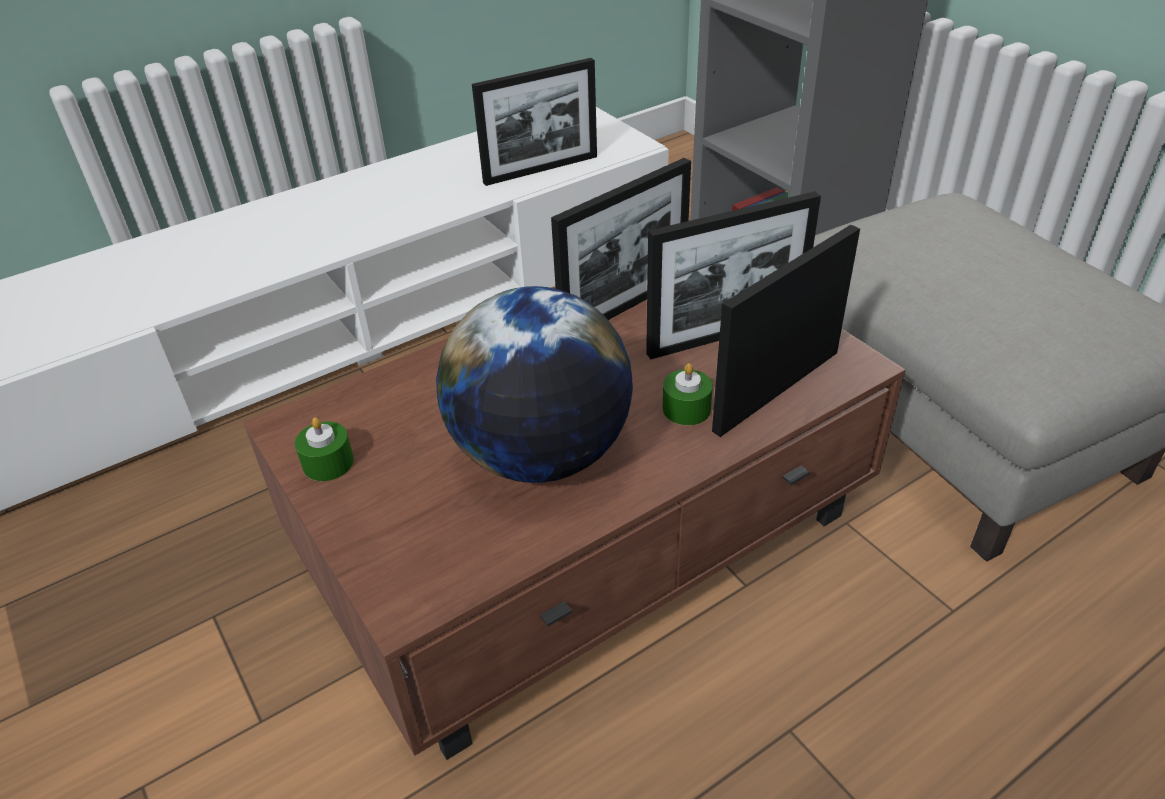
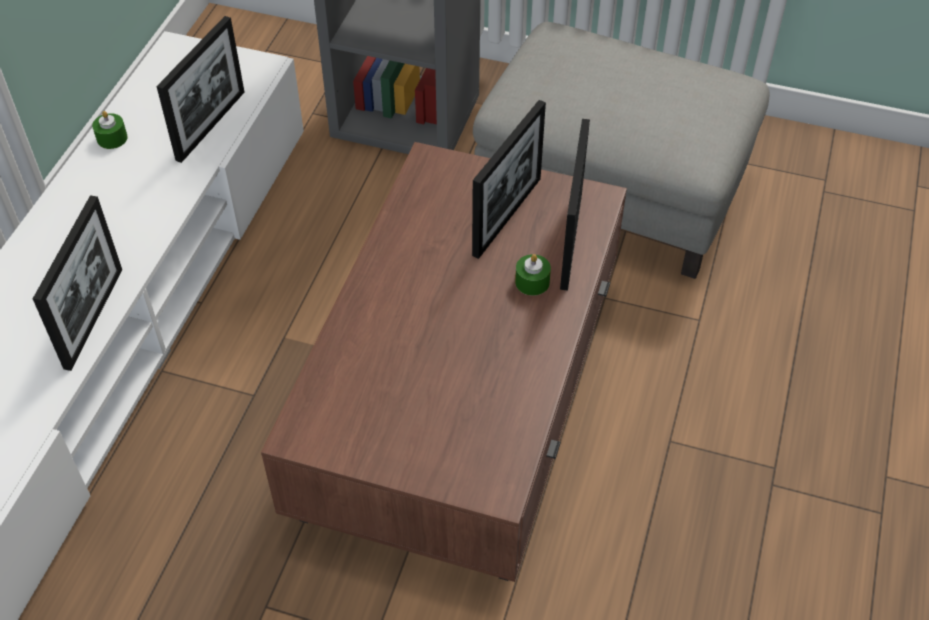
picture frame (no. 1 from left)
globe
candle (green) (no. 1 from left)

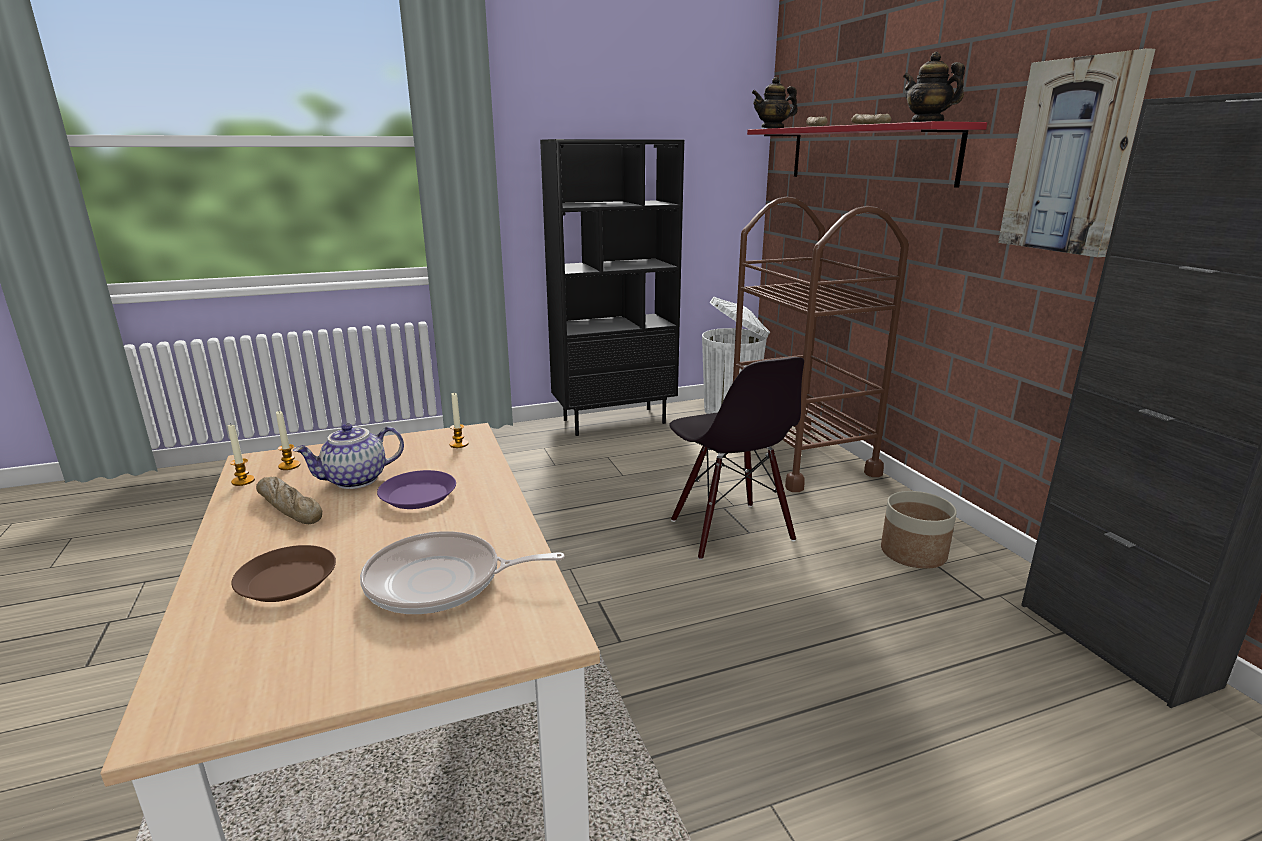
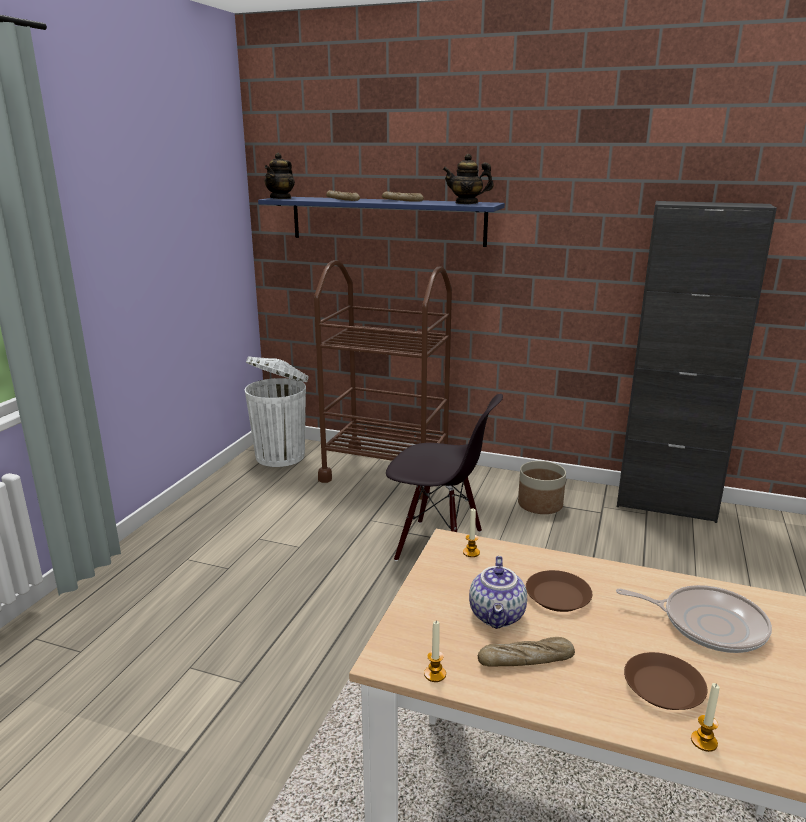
picture
shelf (blue)
bookcase (black)
candle (no. 3 from left)
plate (brown) (no. 1 from left)
frying pan

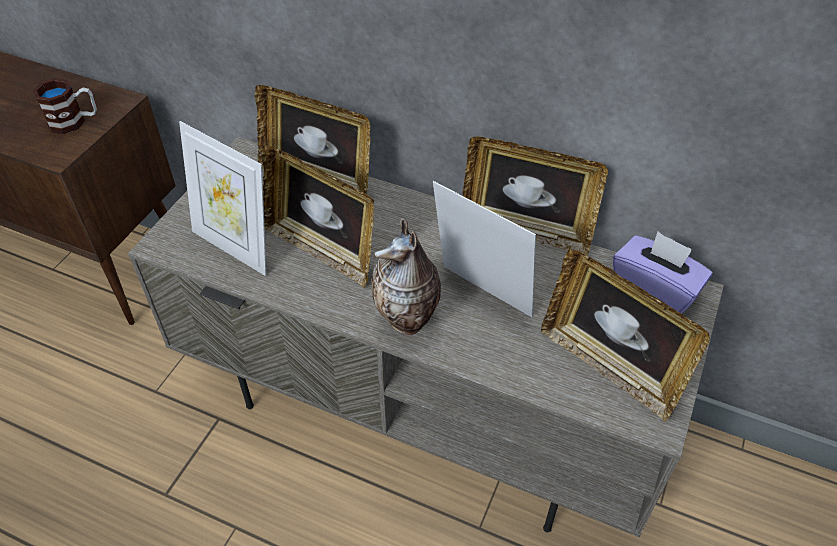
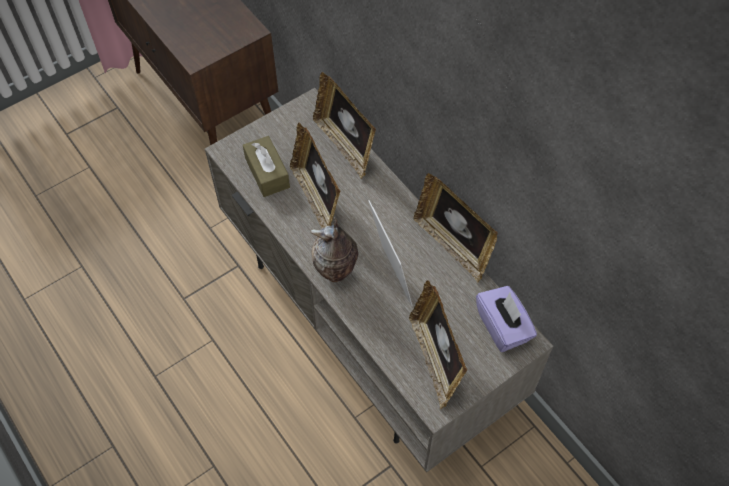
mug
tissue box (brown)

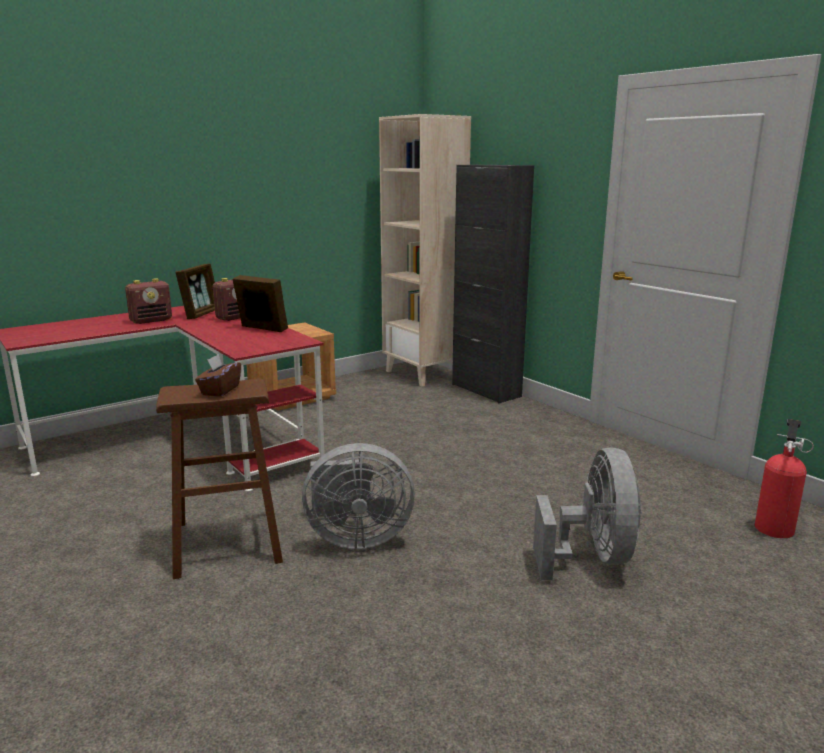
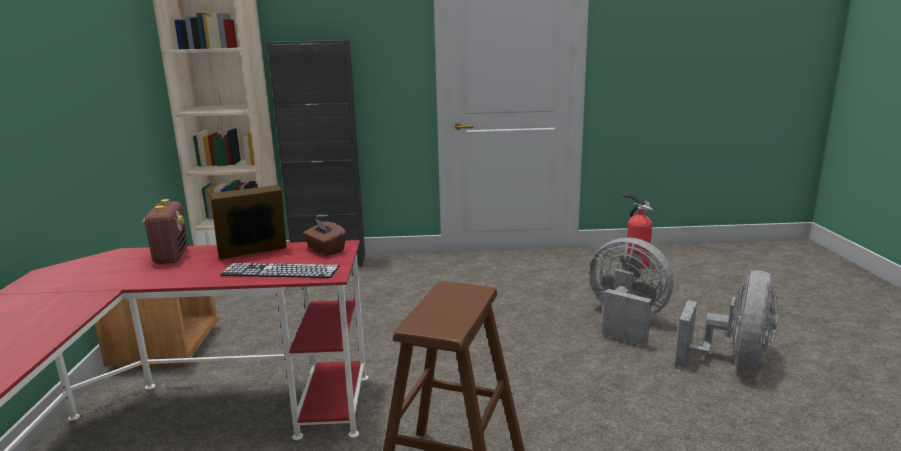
picture frame (no. 1 from left in the first image)
radio (no. 1 from left in the first image)
tissue box (brown)
fan (grey) (no. 2 from left)
keyboard

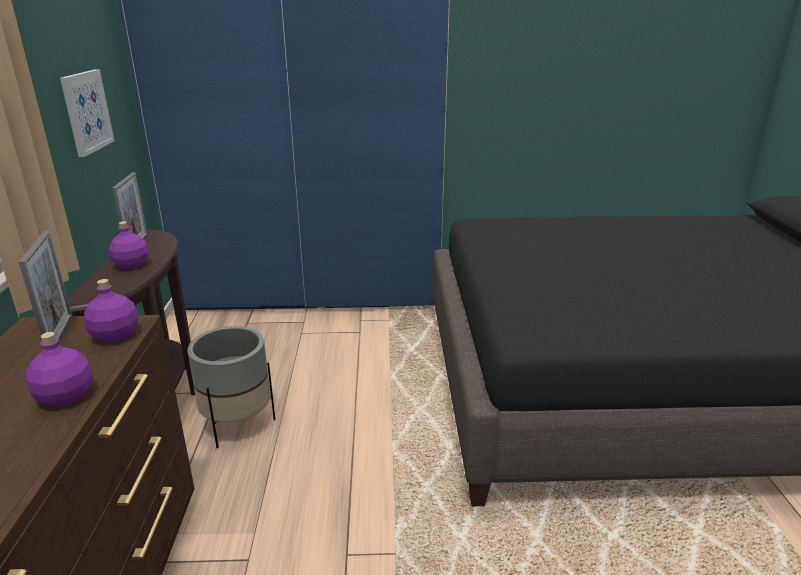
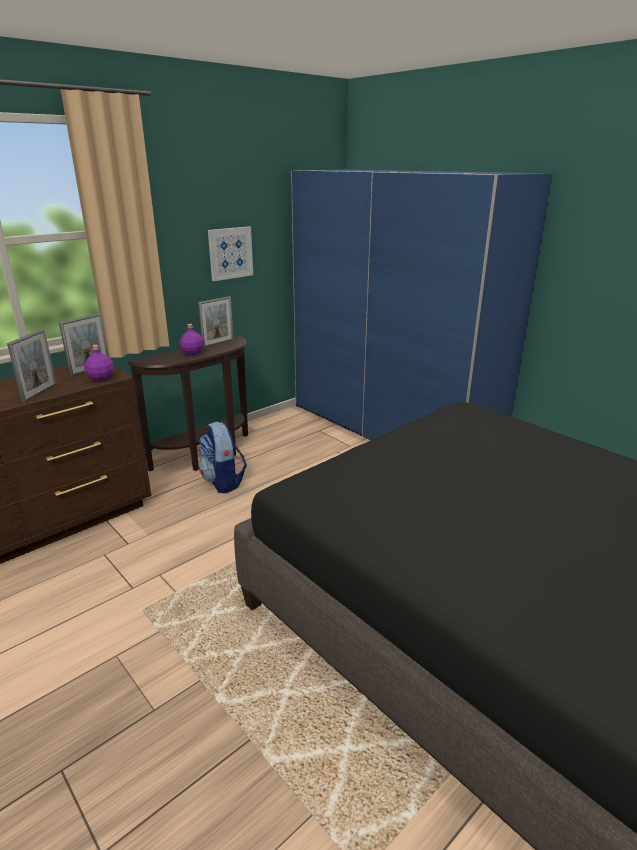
backpack
picture frame (no. 1 from left)

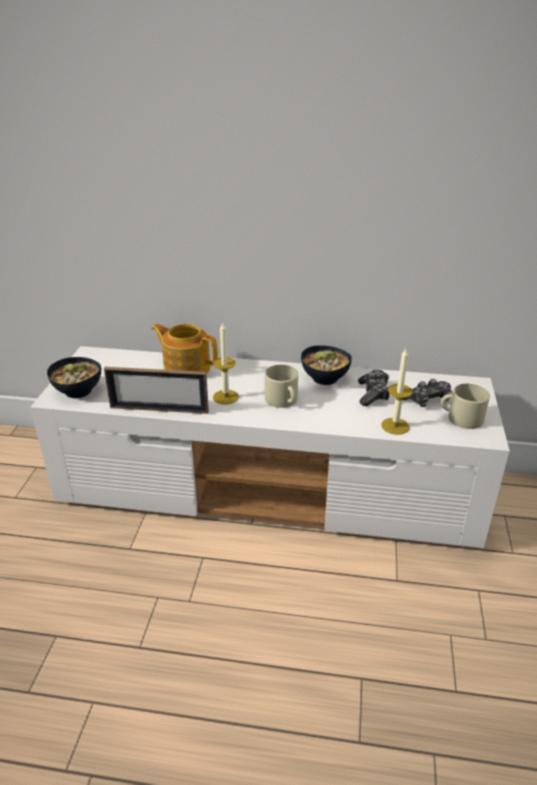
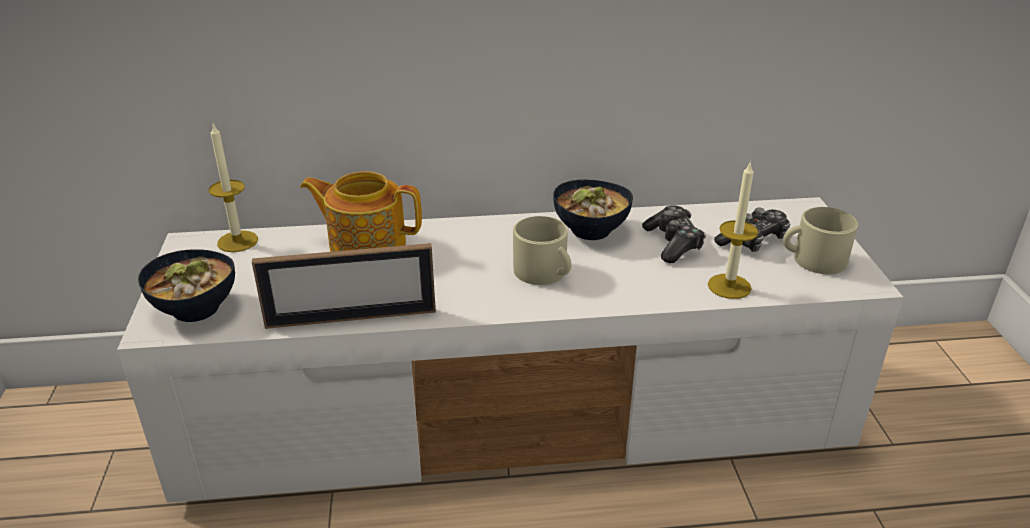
candle (no. 1 from left)

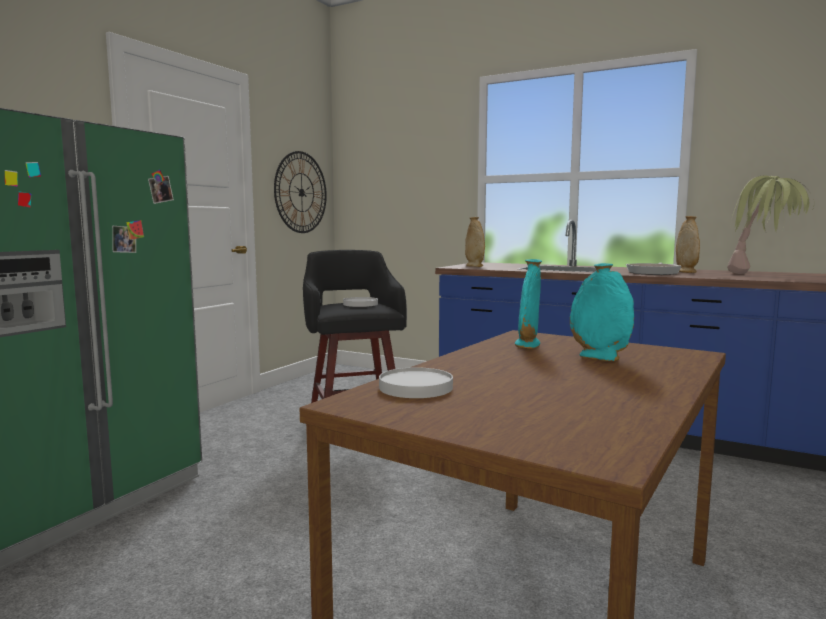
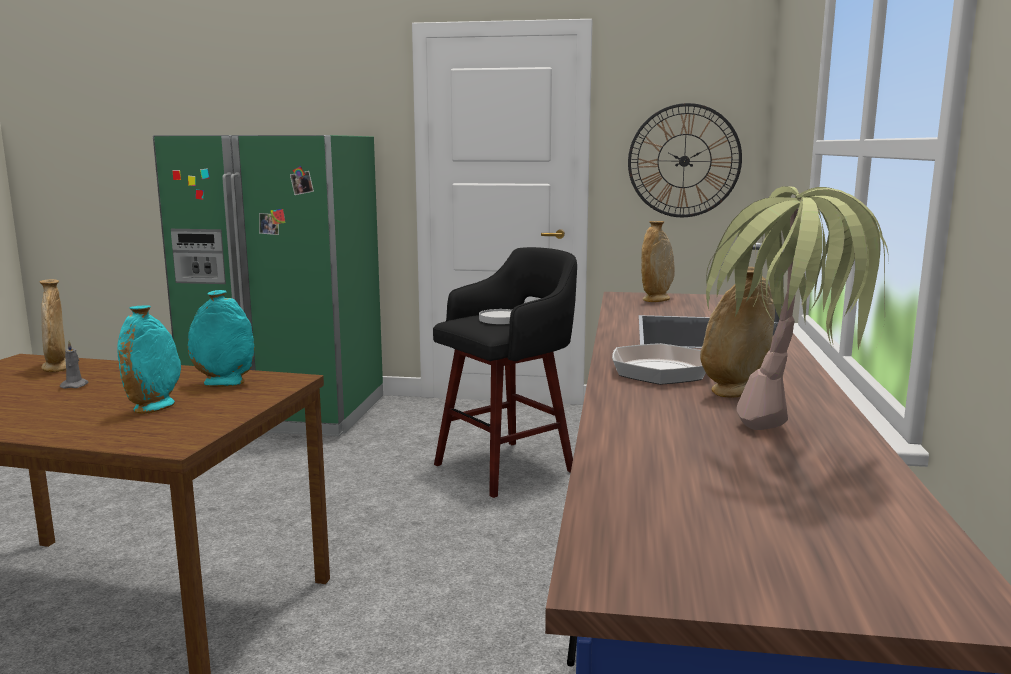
vase (beige) (no. 1 from left)
candle (grey)

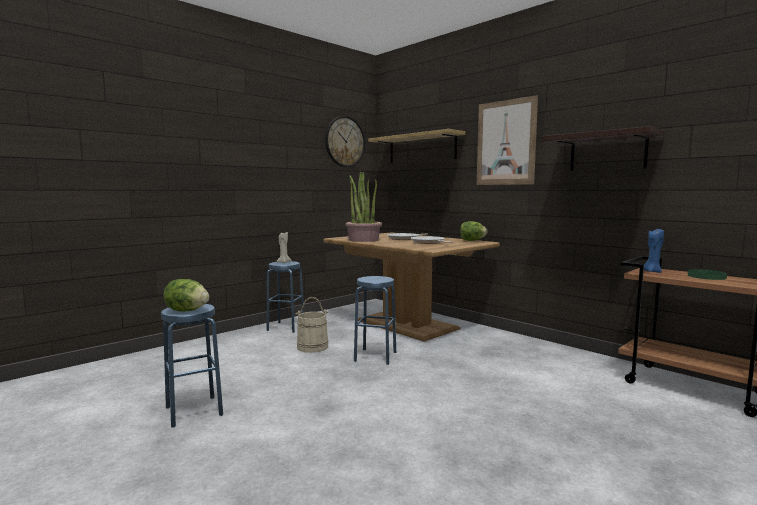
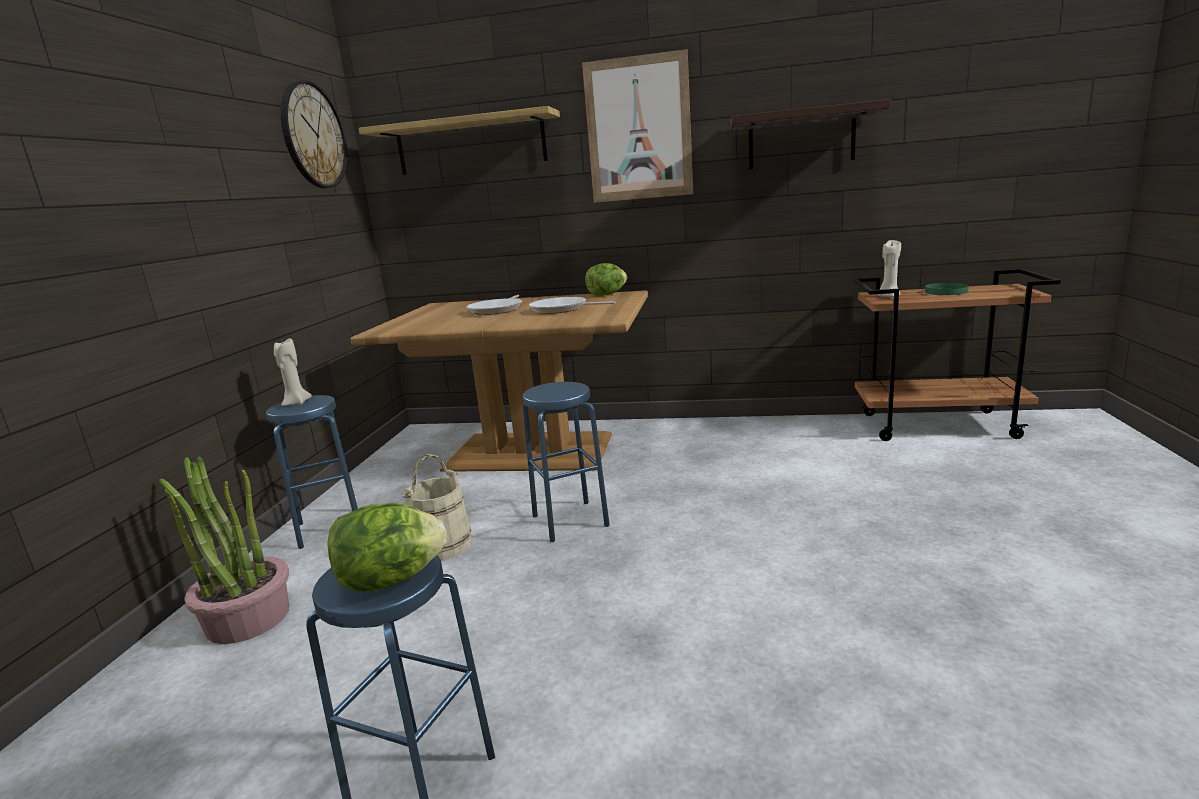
potted plant
candle (beige) (no. 2 from left)

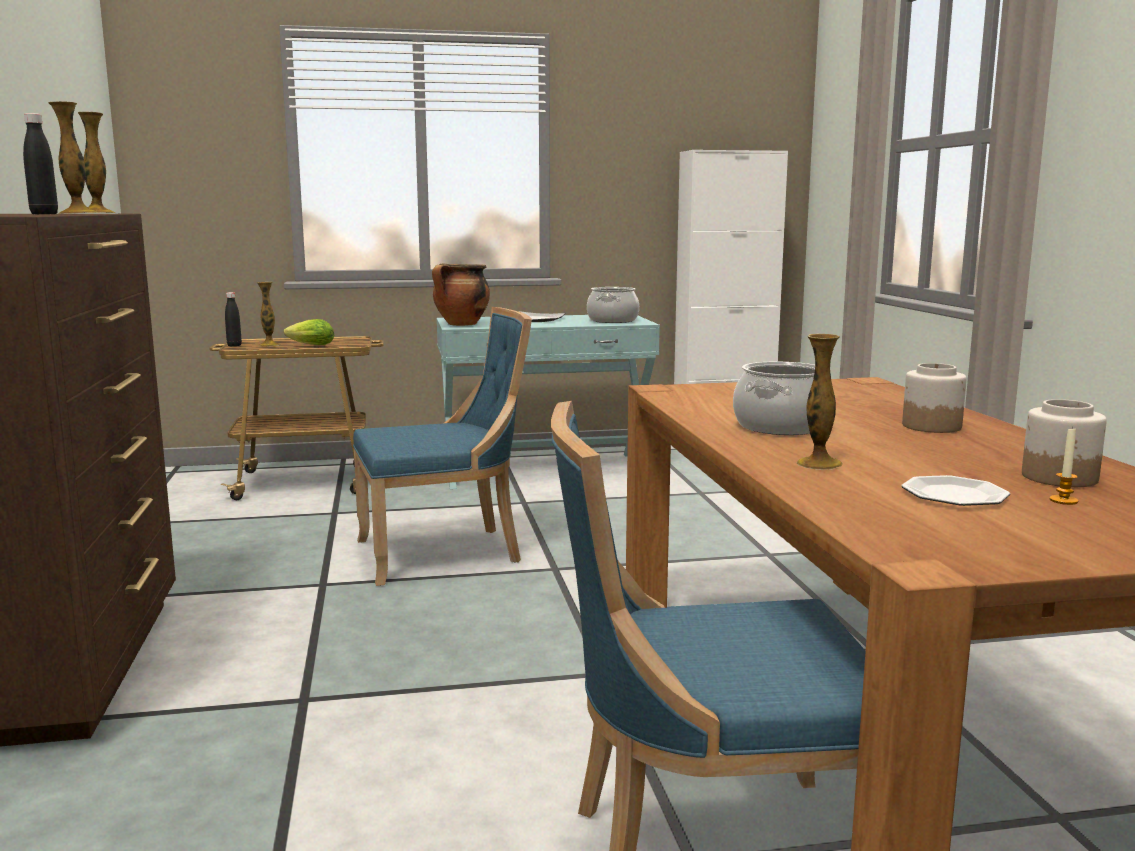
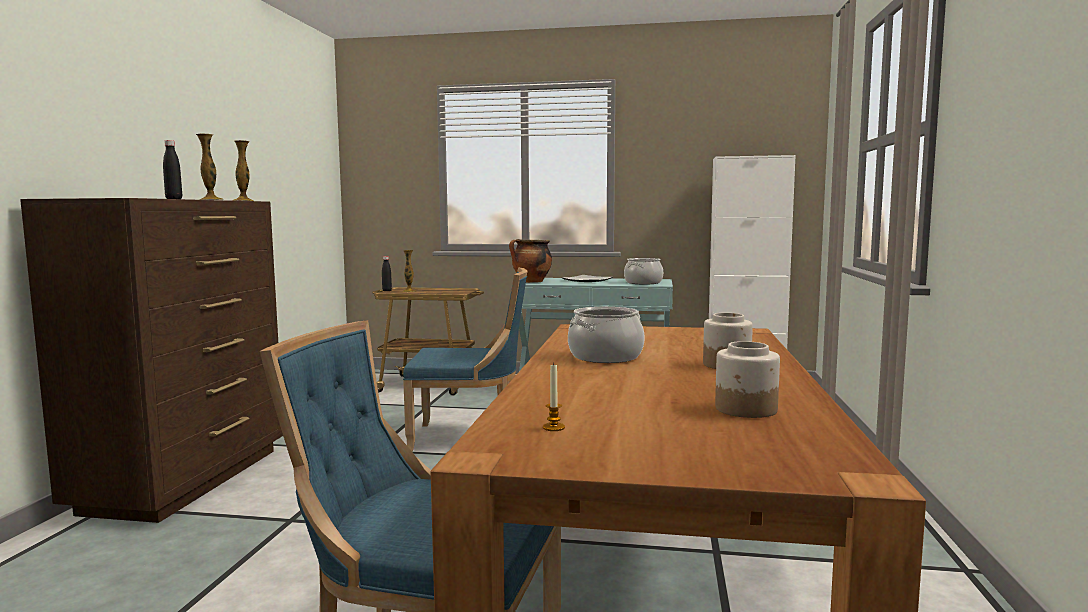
lettuce
vase (no. 4 from left in the first image)
candle
plate (no. 2 from left in the first image)

